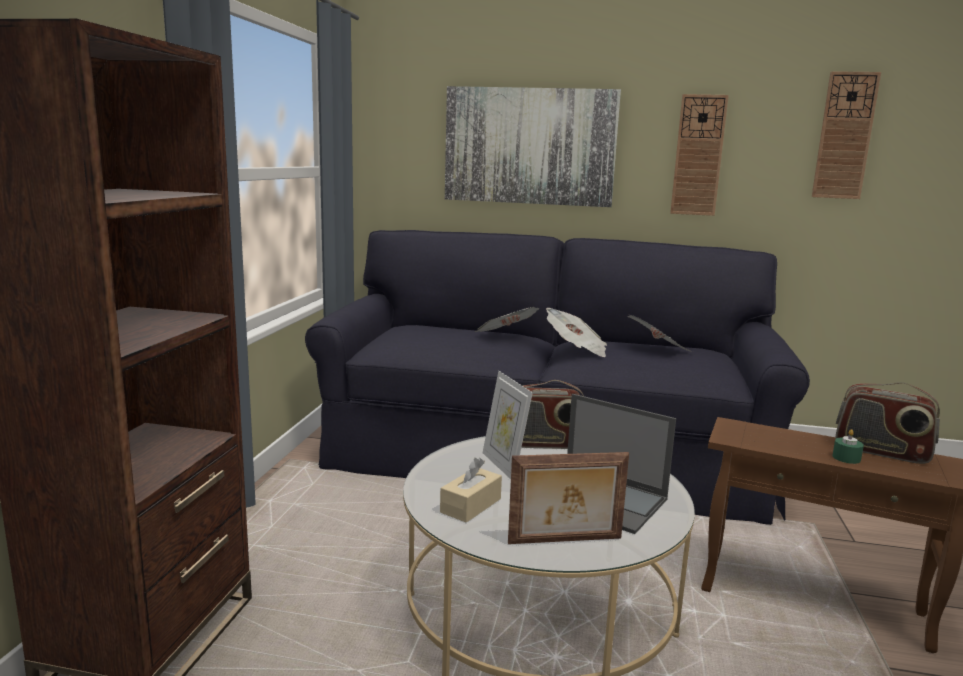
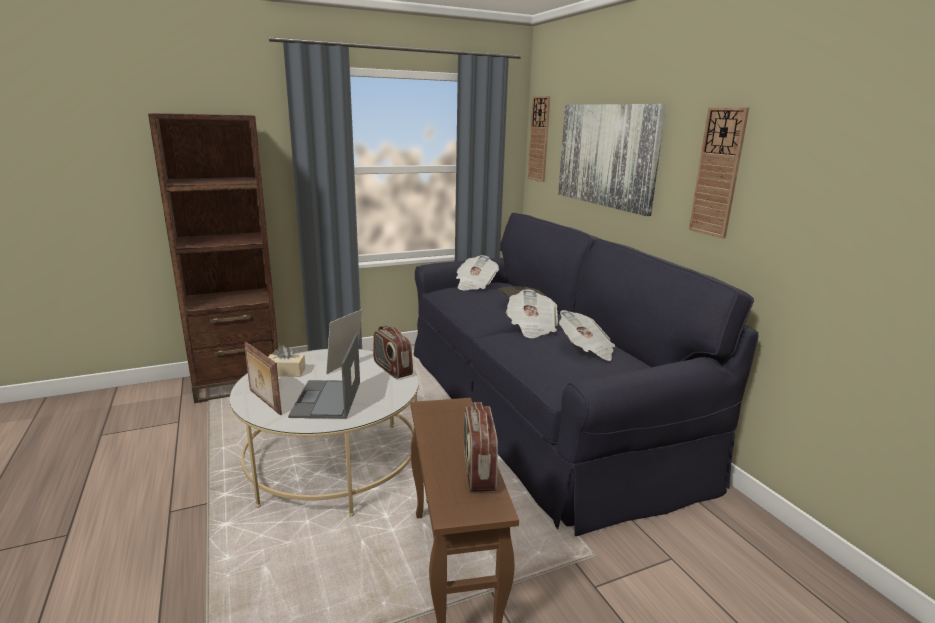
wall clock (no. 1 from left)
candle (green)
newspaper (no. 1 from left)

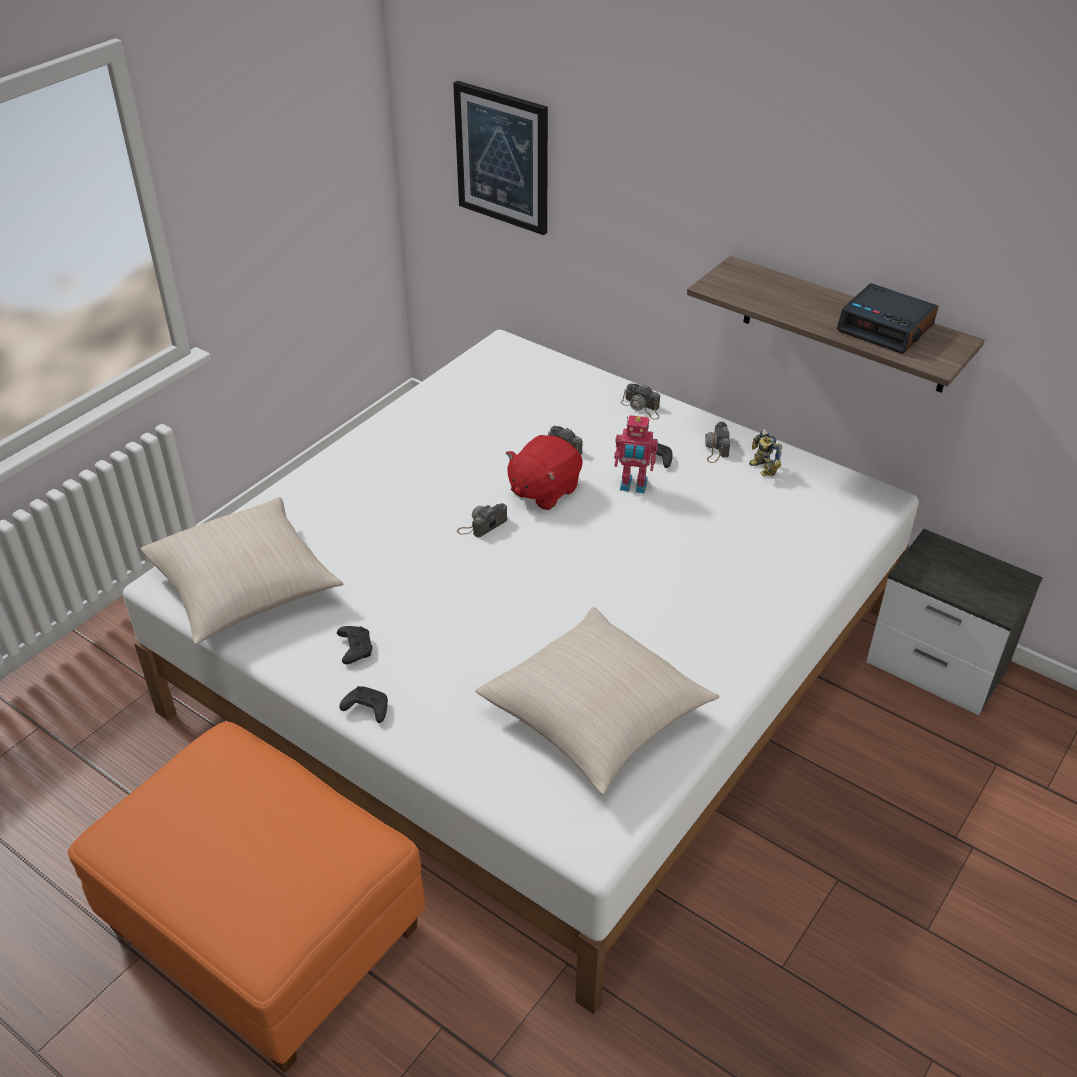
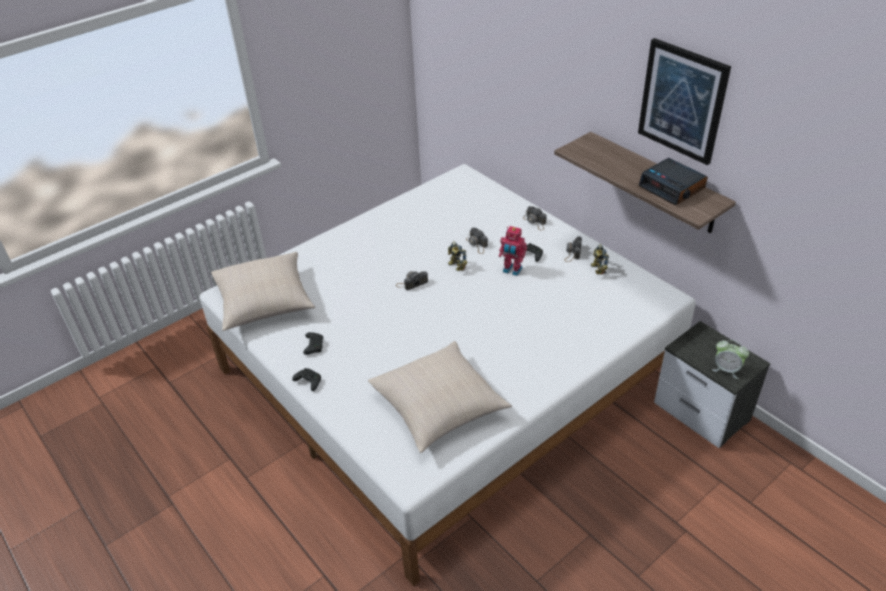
picture
toy robot (no. 1 from left)
ottoman (orange)
alarm clock (no. 2 from left)

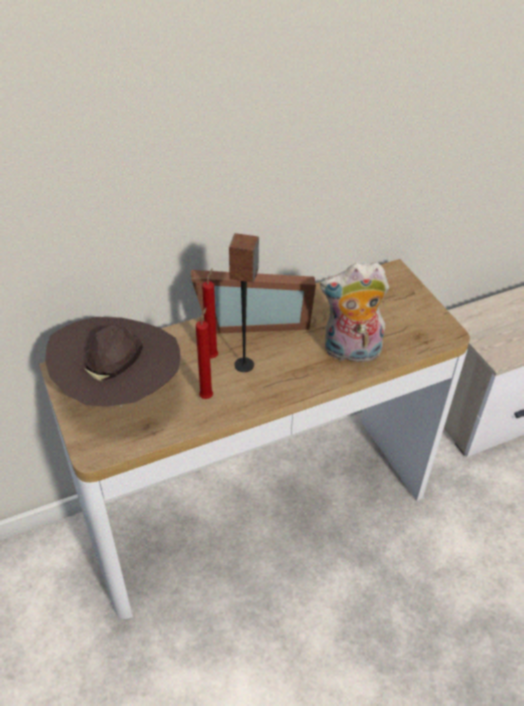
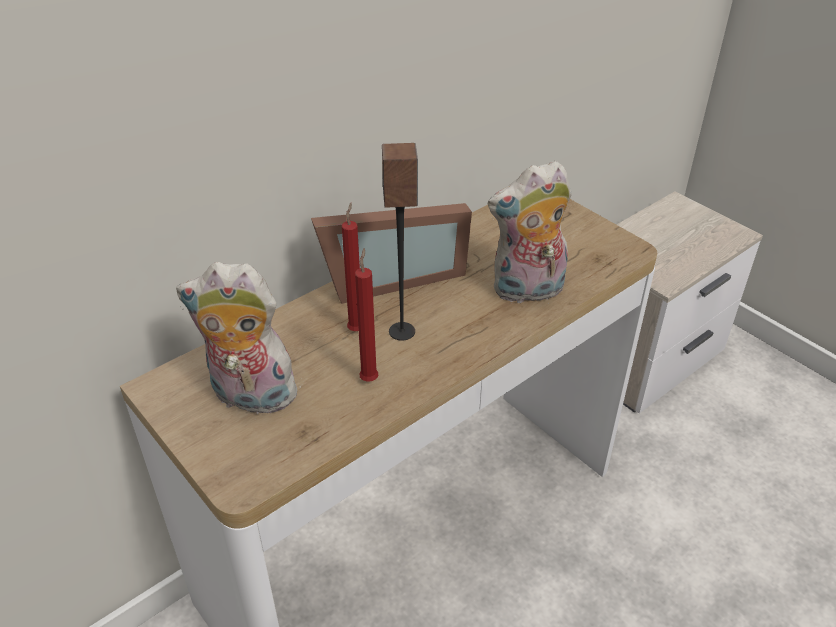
plush toy (no. 1 from left)

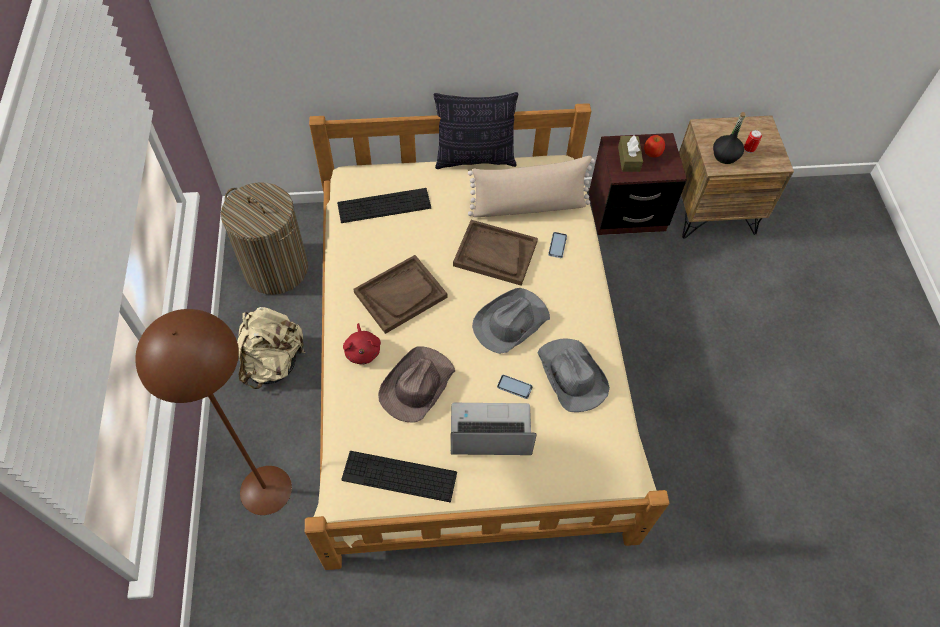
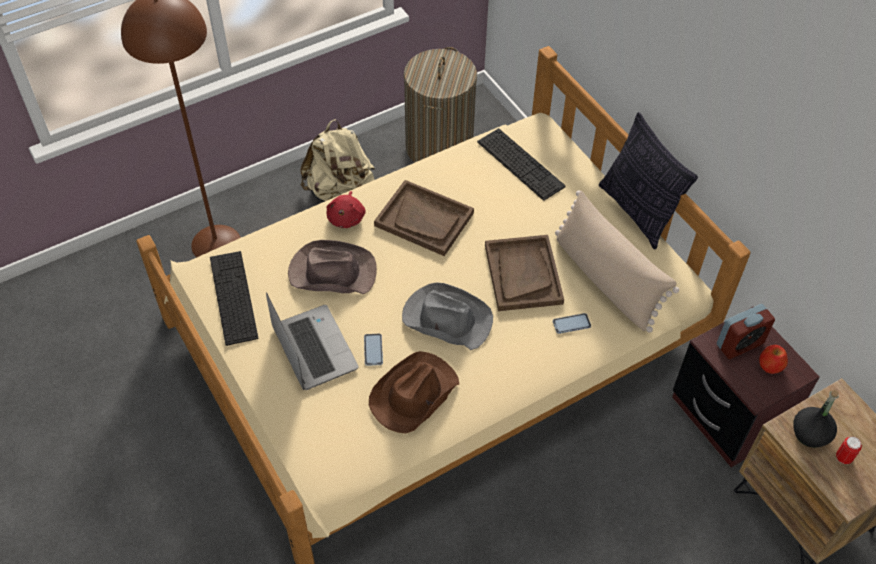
alarm clock
plush toy (red)
hat (brown) (no. 2 from left)

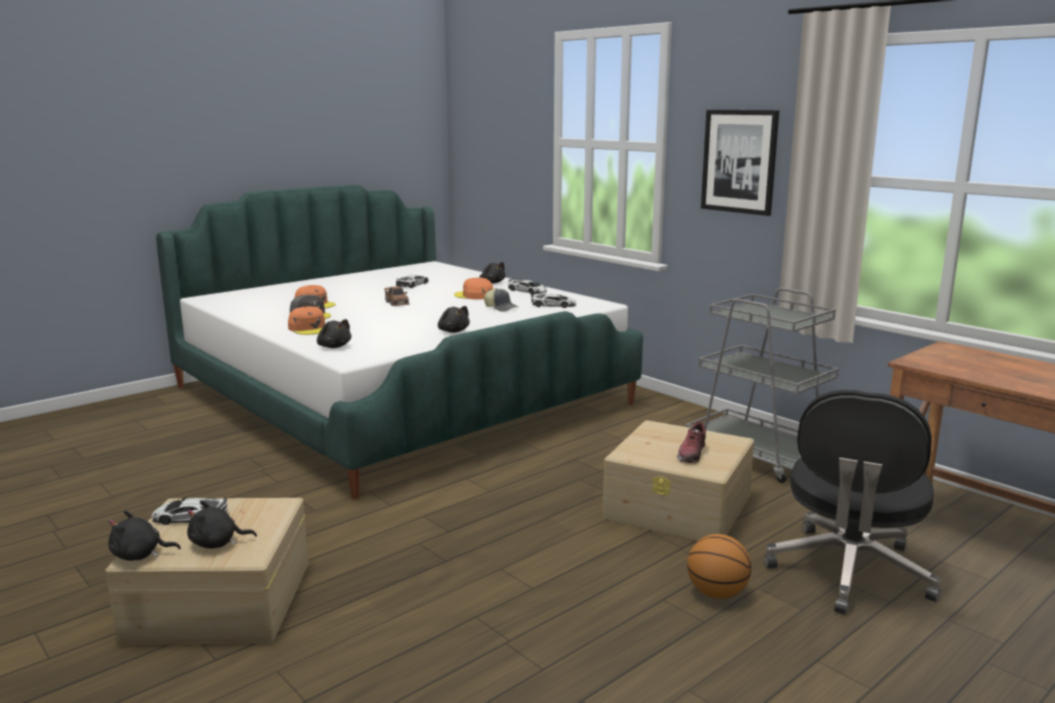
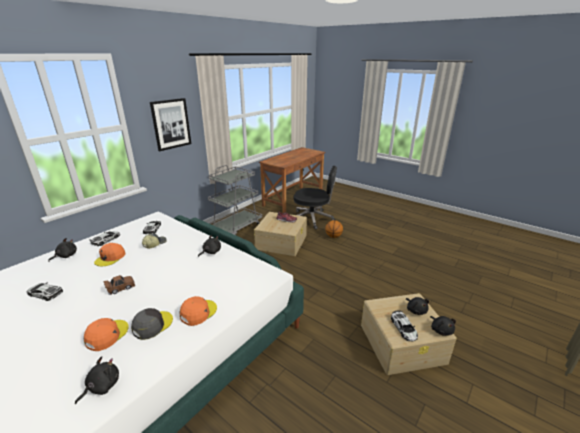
plush toy (black) (no. 2 from left)

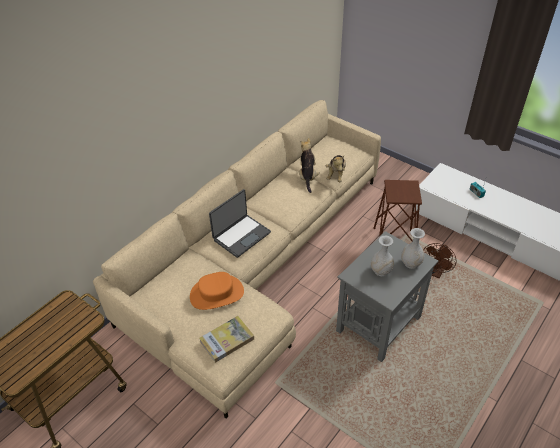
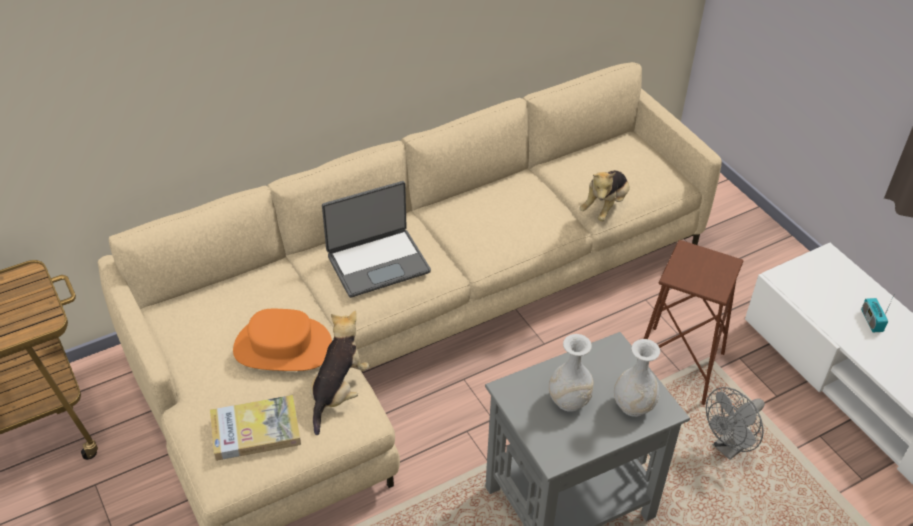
plush toy (no. 1 from left)
fan (grey)

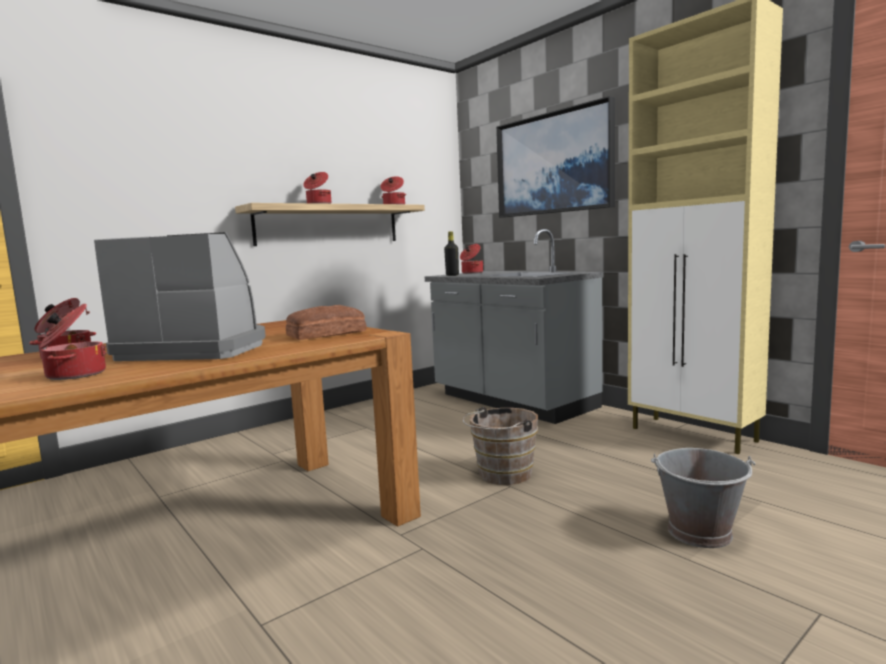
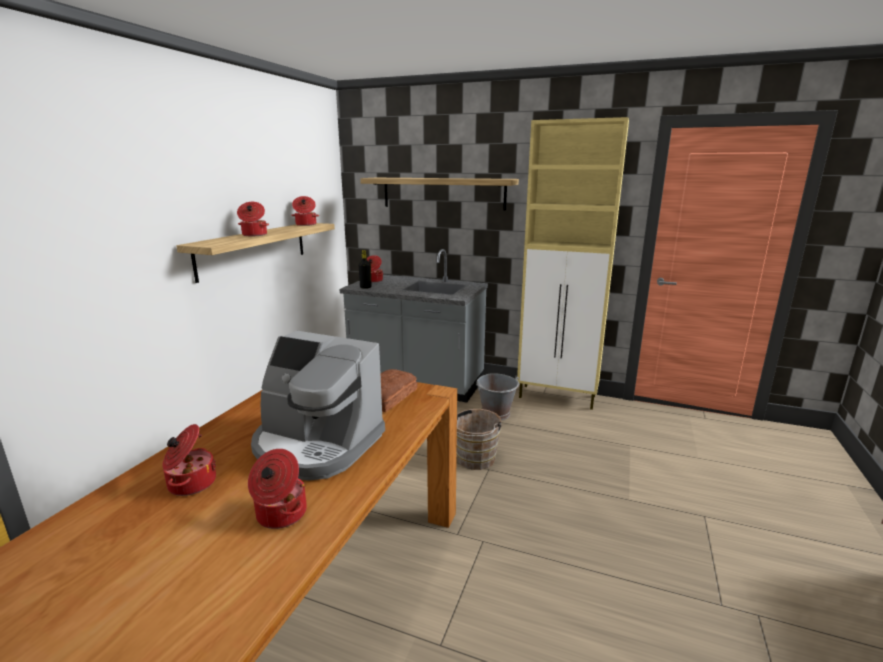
shelf (no. 2 from left)
coffee machine
bucket (grey)

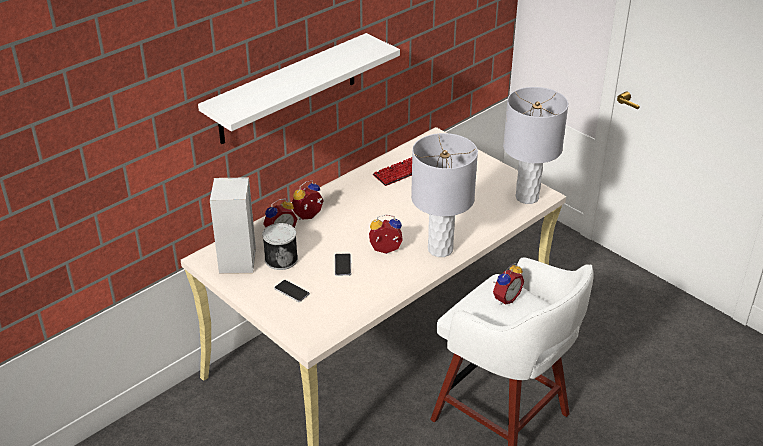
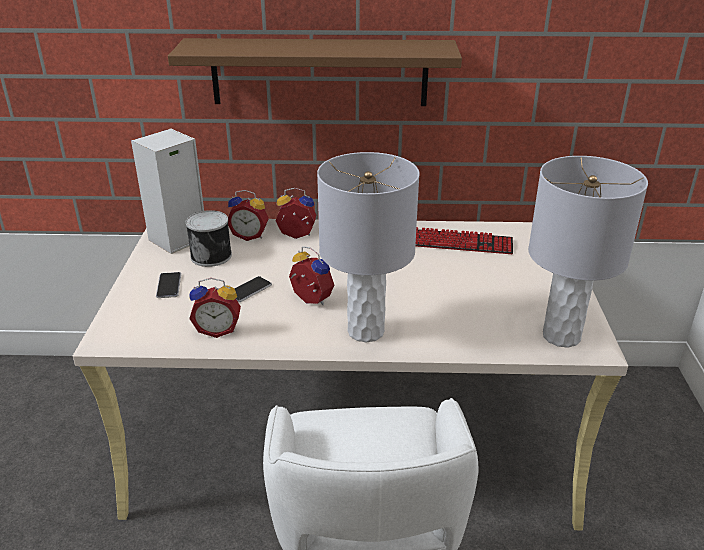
shelf (brown)
alarm clock (no. 1 from left)

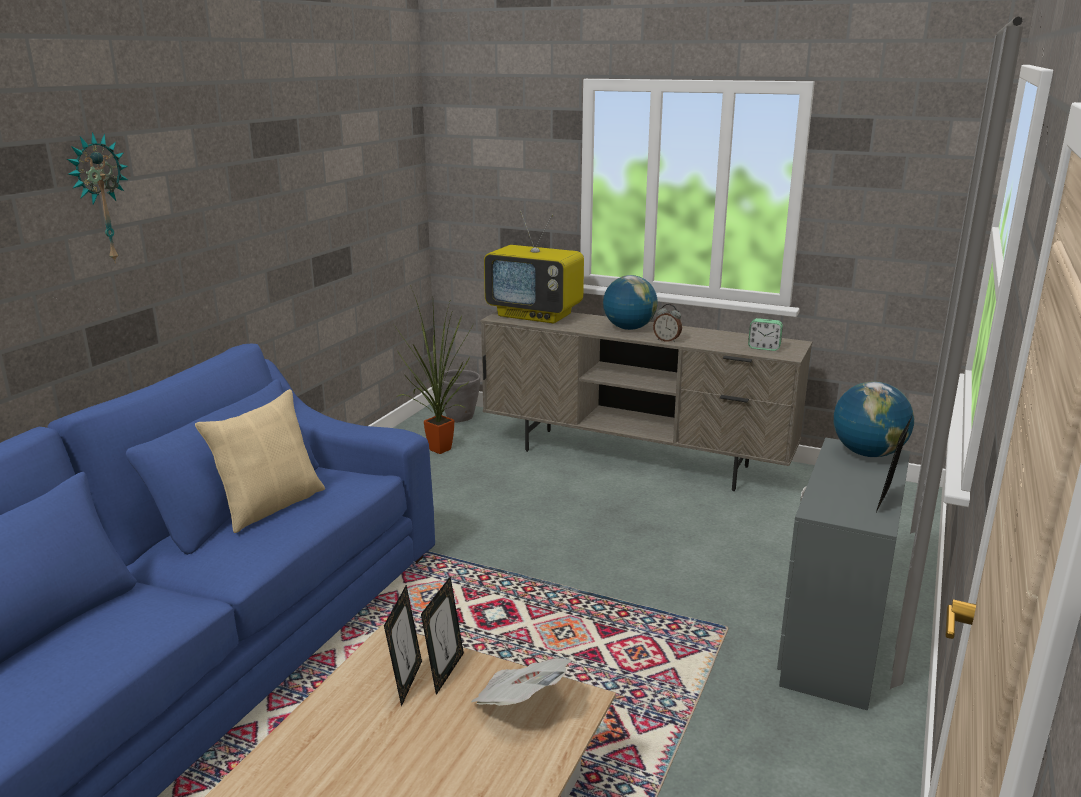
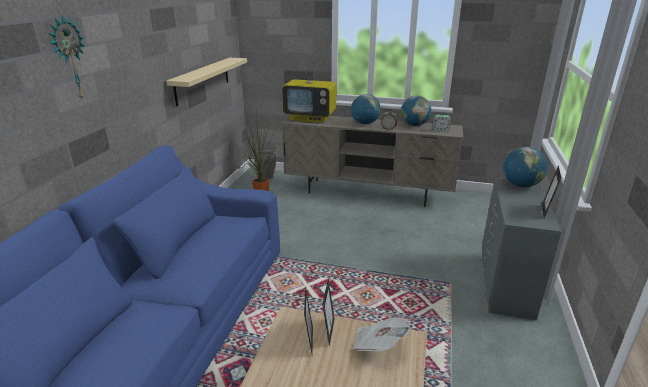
pillow (beige)
shelf (beige)
globe (no. 2 from left)

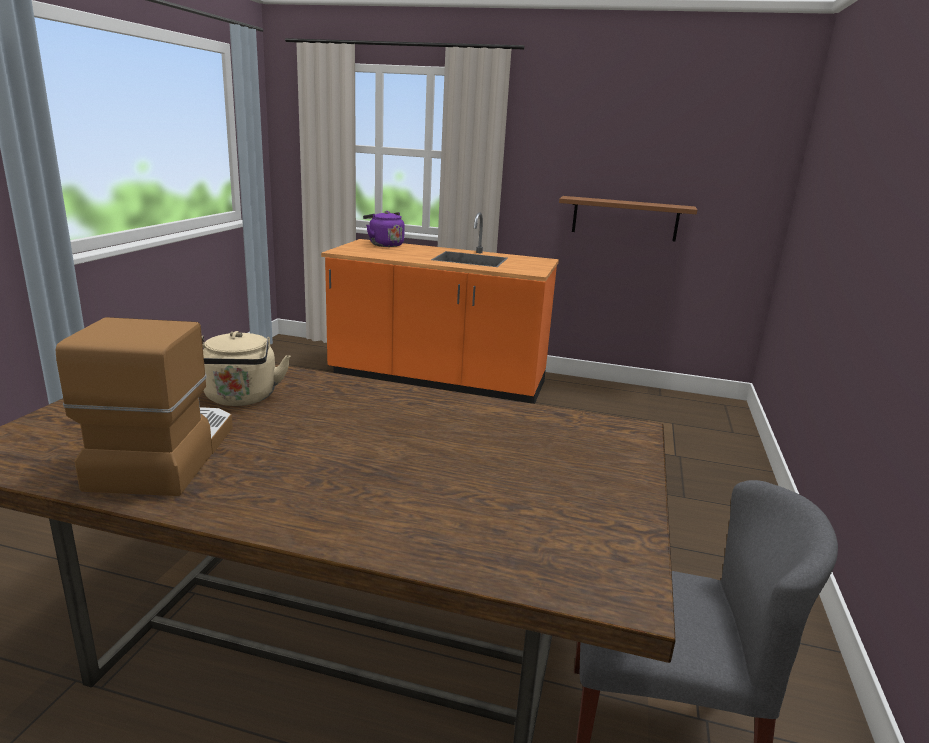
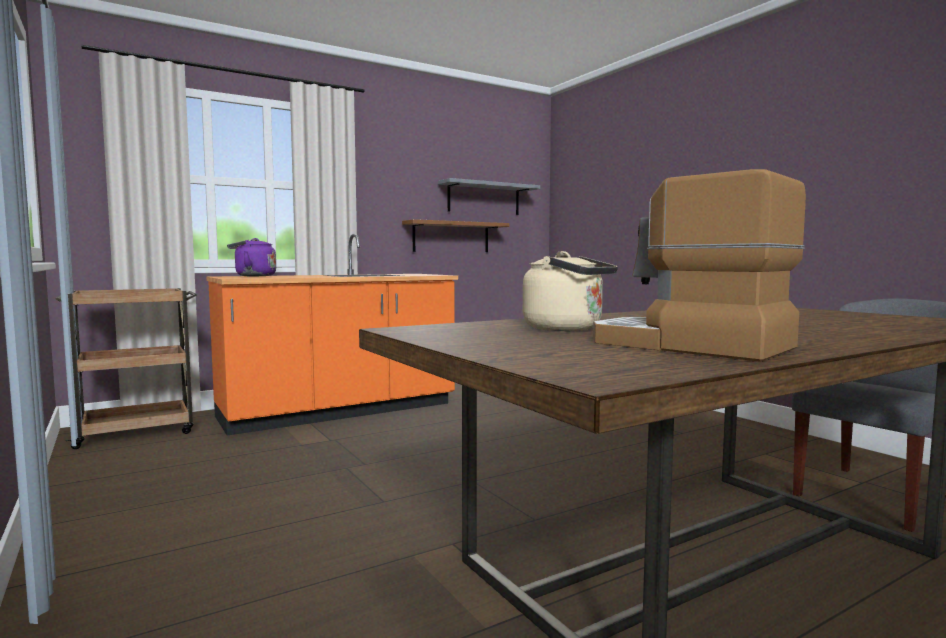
shelf (grey)
cart (brown)

